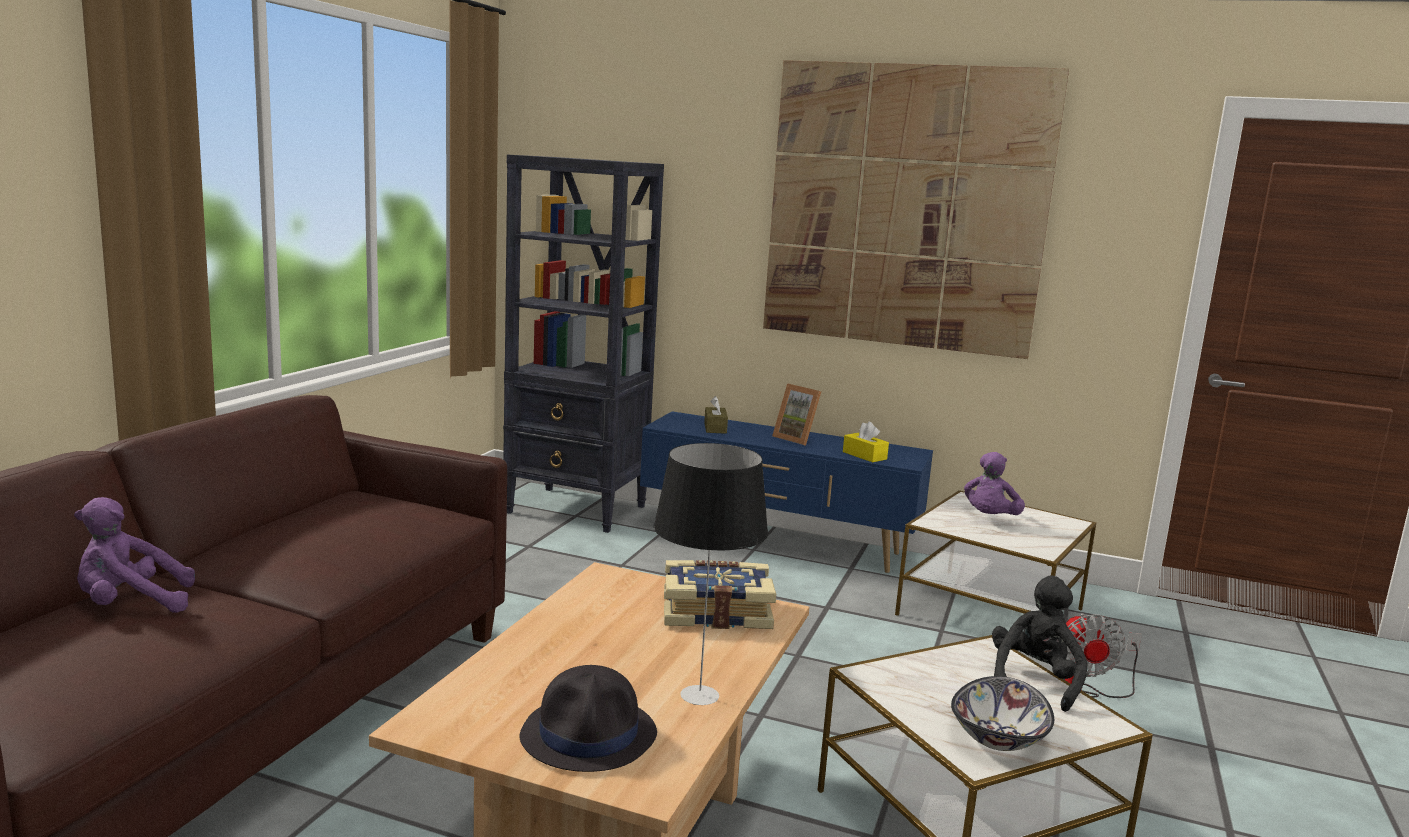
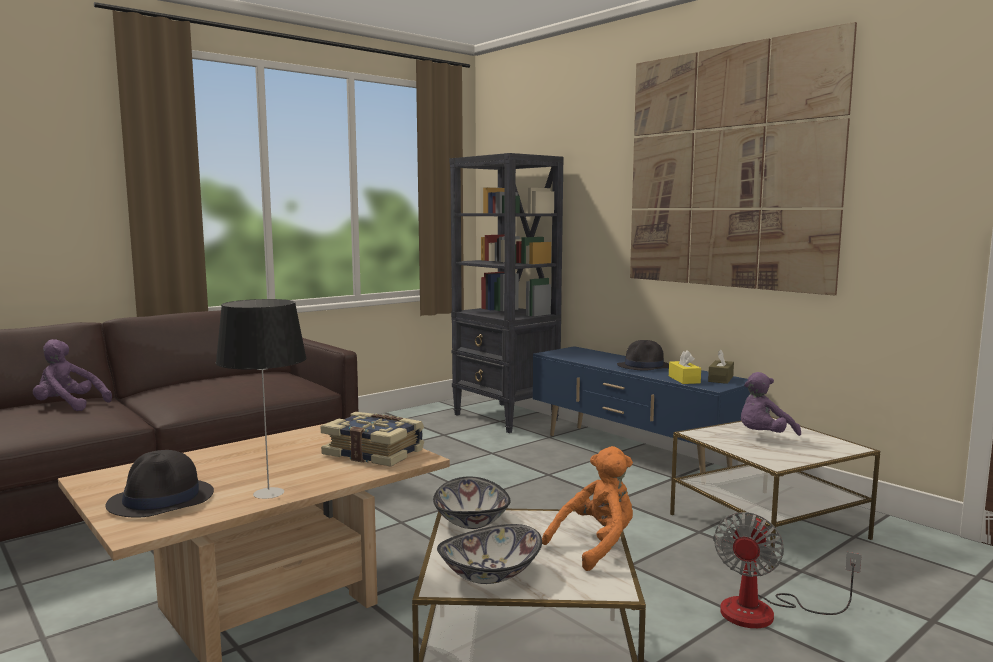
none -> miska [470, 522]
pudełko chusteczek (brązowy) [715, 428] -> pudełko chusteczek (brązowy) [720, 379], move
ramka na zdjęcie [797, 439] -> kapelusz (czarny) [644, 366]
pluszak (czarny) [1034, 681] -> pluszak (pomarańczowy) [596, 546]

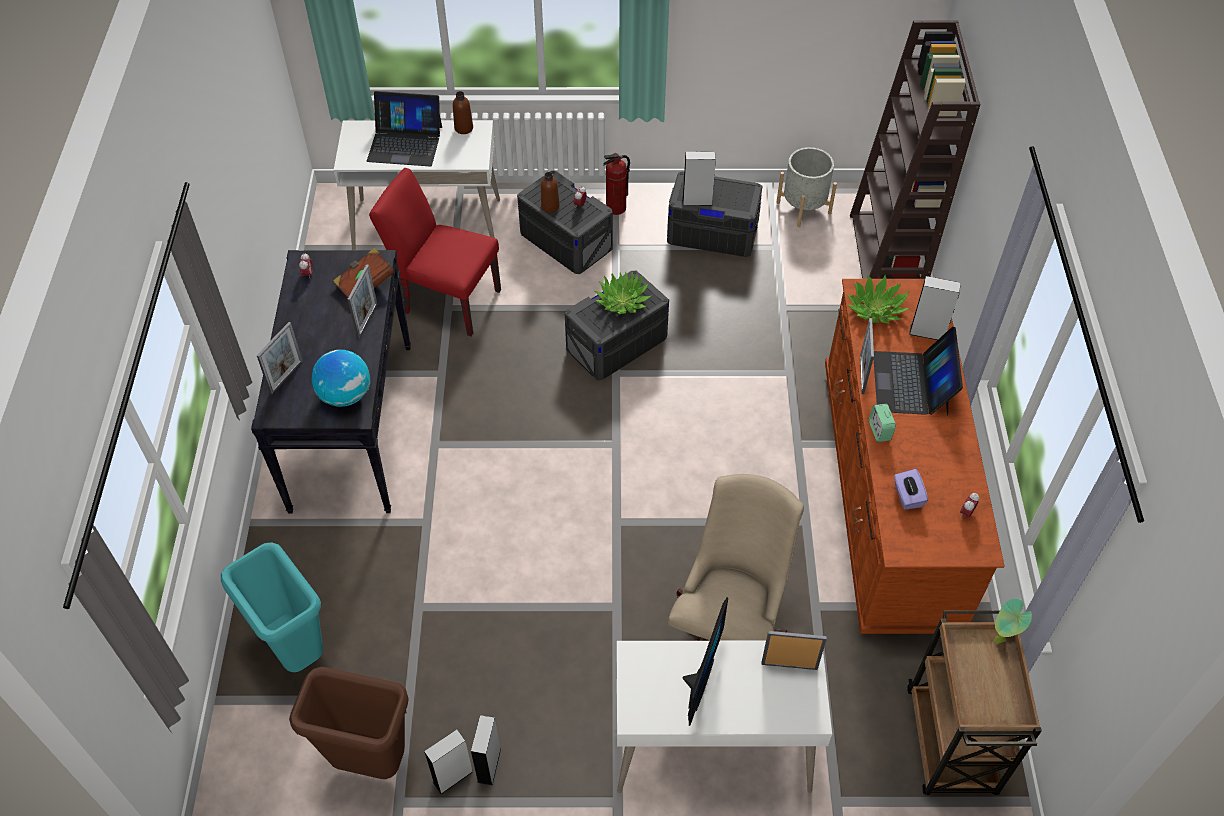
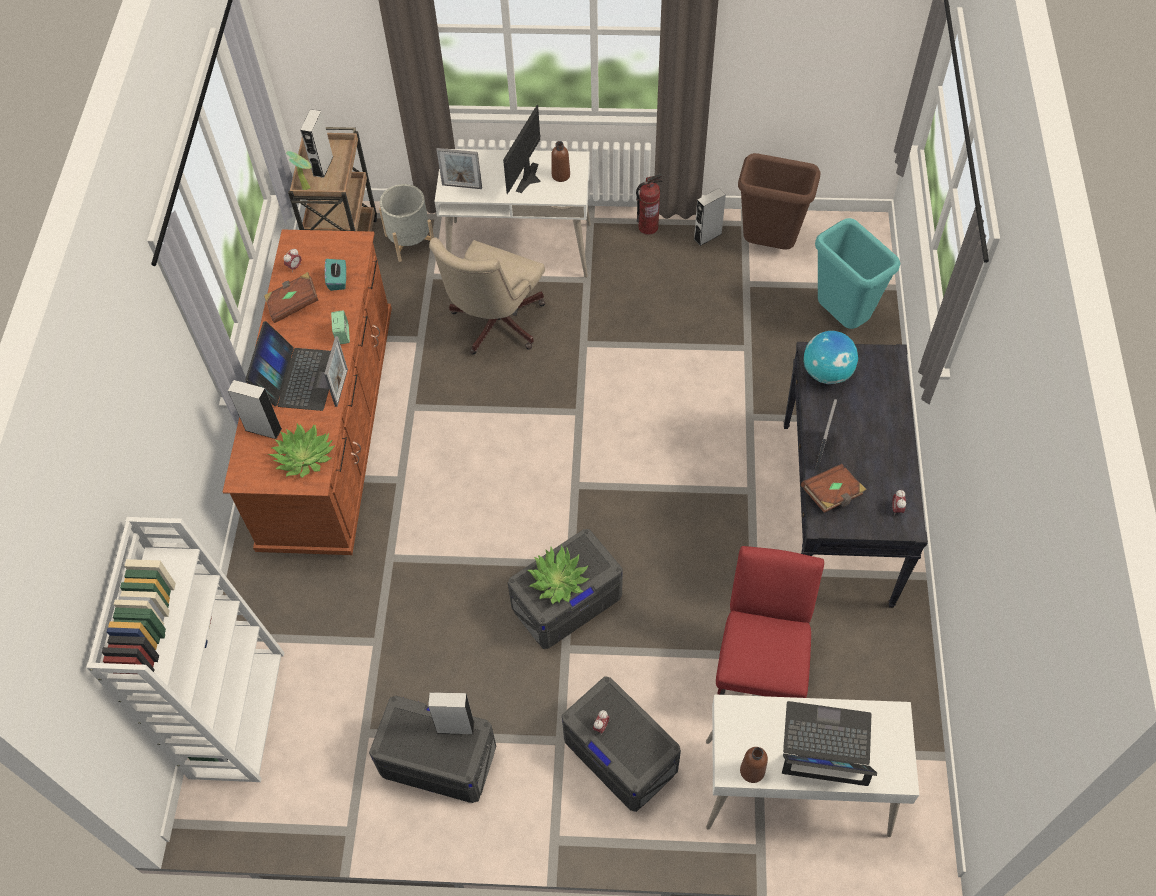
ramka na zdjęcie [286, 377] -> none
none -> książka (brązowy) [293, 304]
głośnik (szary) [489, 765] -> głośnik (szary) [323, 166], move
butelka (brązowy) [550, 206] -> butelka (brązowy) [561, 175], move
gaśnica [616, 208] -> gaśnica [648, 227], move
donica (szary) [803, 208] -> donica (szary) [410, 241], move
regał (brązowy) [887, 256] -> regał (biały) [236, 712]
pudełko chusteczek (fioletowy) [907, 496] -> pudełko chusteczek (turkusowy) [338, 280]
krzesło (czerwony) [445, 299] -> krzesło (czerwony) [760, 668], 105 degrees counterclockwise

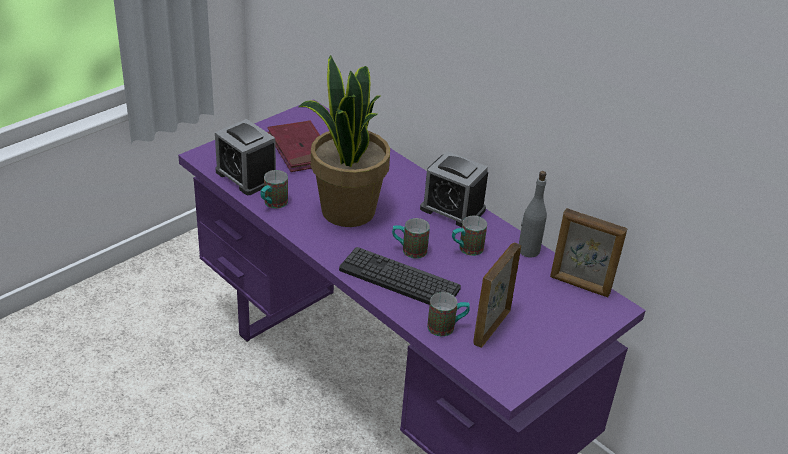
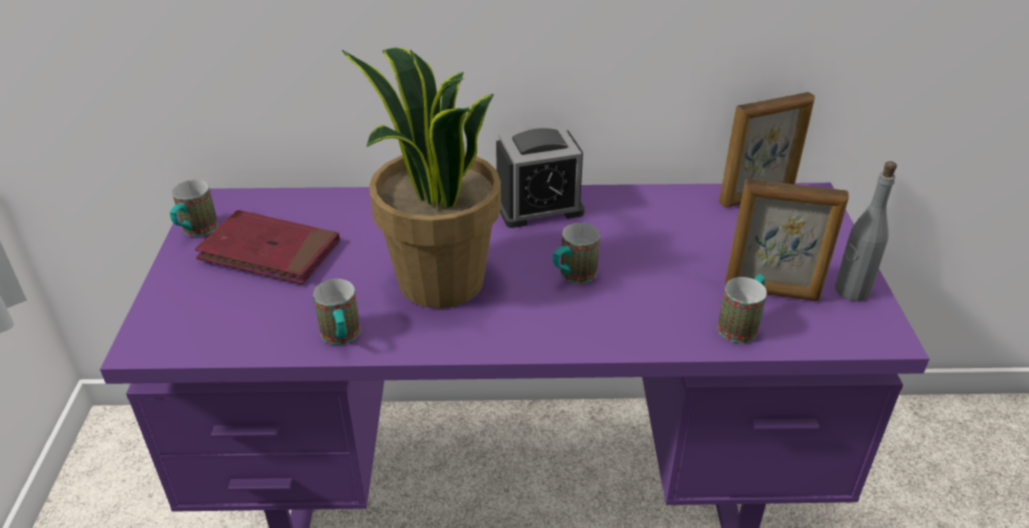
budzik [246, 176] -> none
klawiatura [399, 279] -> none
kubek [466, 249] -> kubek [195, 231], move
butelka (szary) [528, 250] -> butelka (szary) [851, 290], move
ramka na zdjęcie [491, 327] -> ramka na zdjęcie [771, 292], 60 degrees counterclockwise

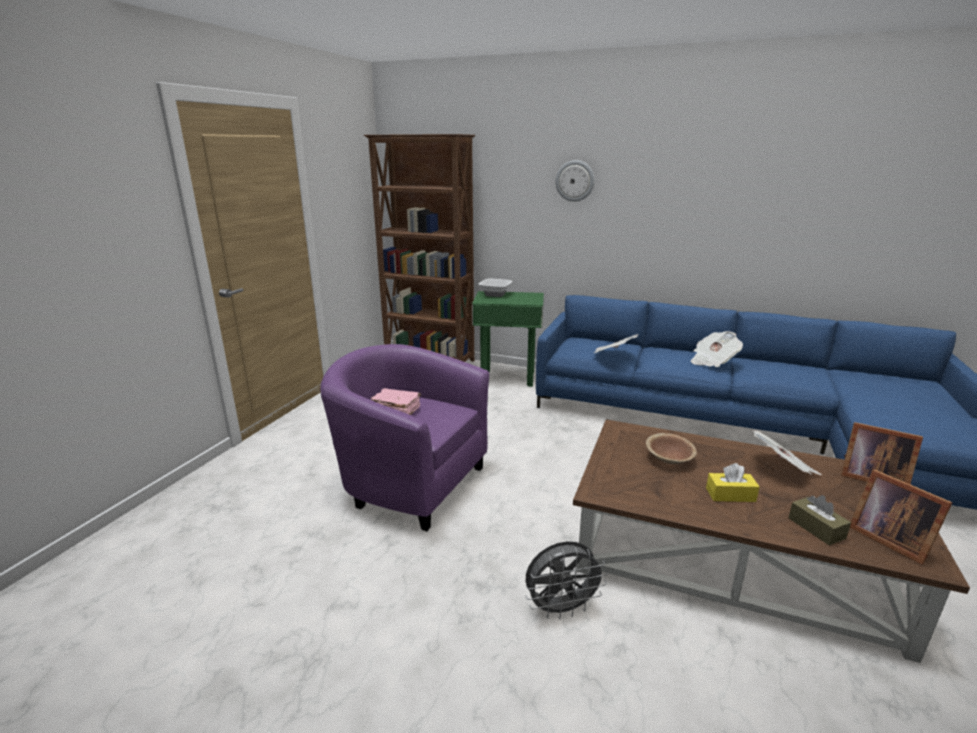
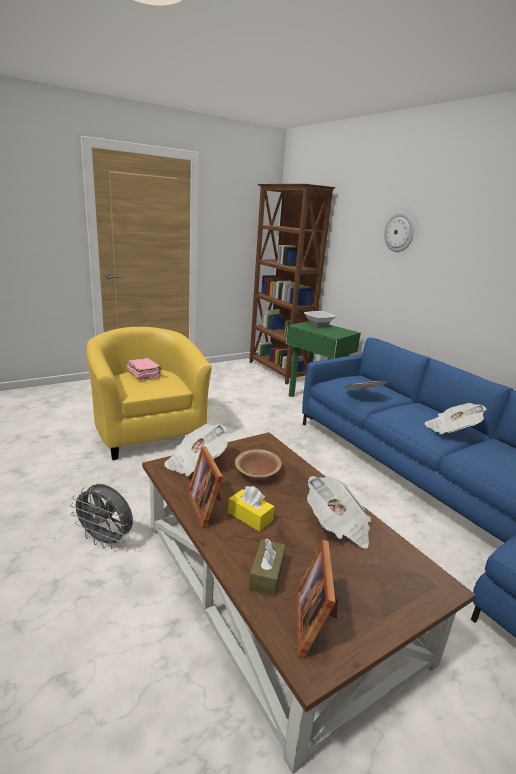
none -> gazeta [196, 463]
ramka na zdjęcie [869, 477] -> ramka na zdjęcie [207, 506], move
fotel (fioletowy) [410, 482] -> fotel (żółty) [147, 432]

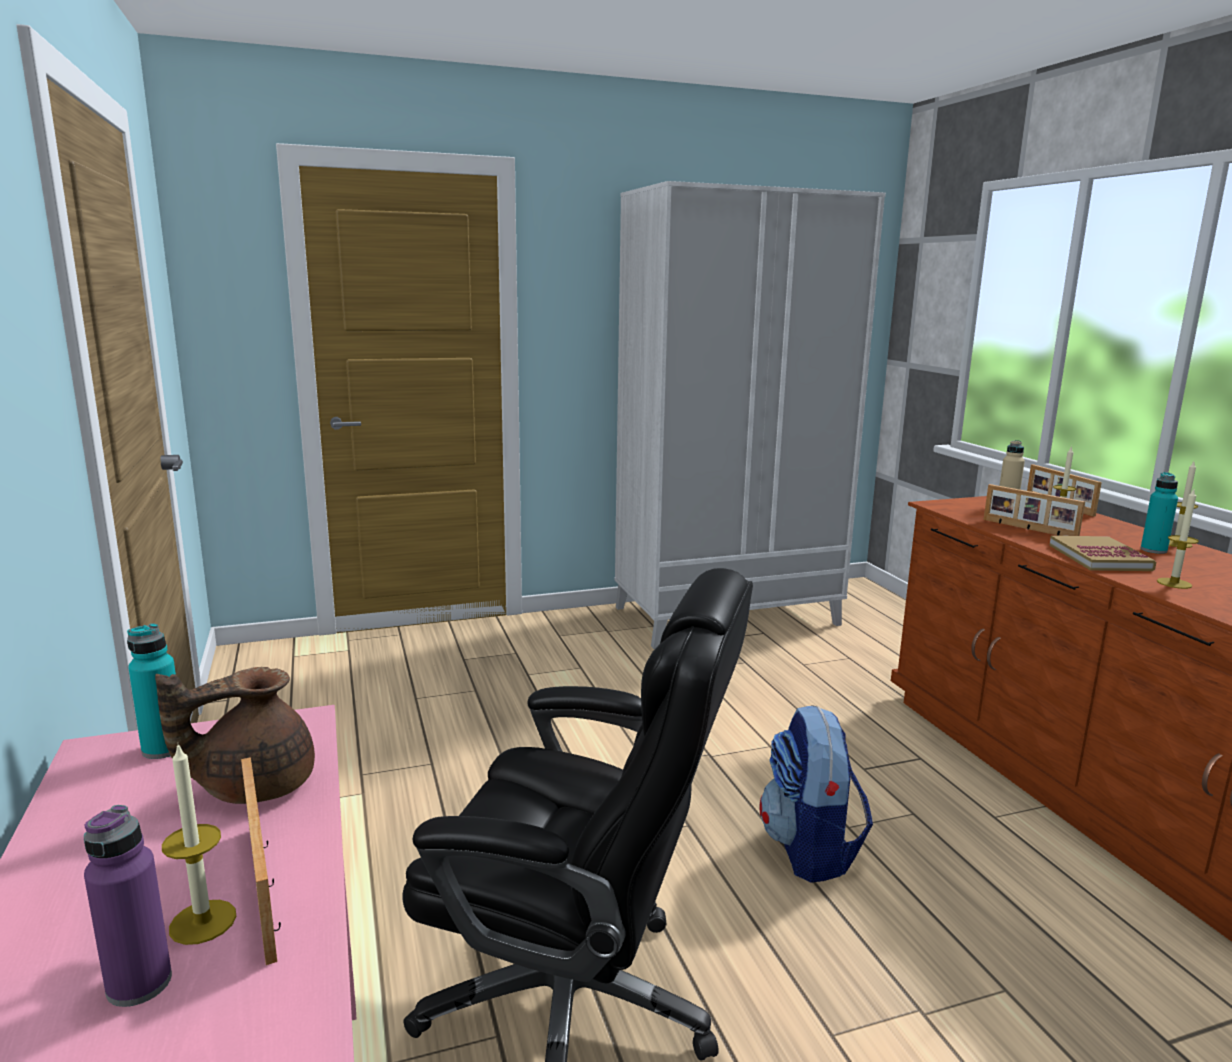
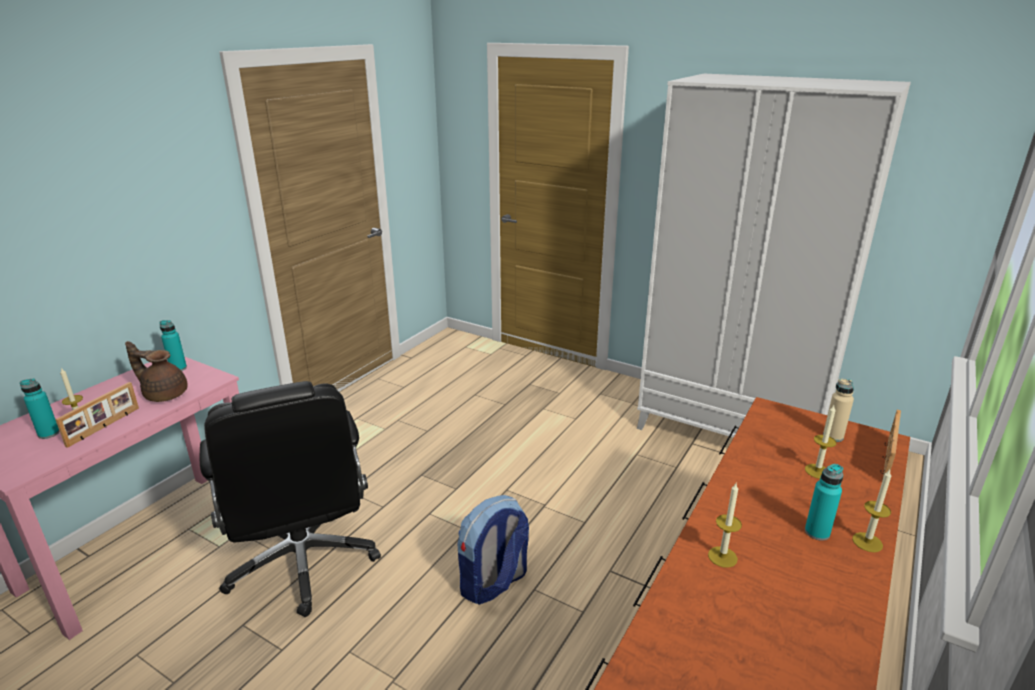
ramka na zdjęcie [1028, 529] -> none
książka [1099, 557] -> none
butelka (fioletowy) [139, 984] -> butelka (turkusowy) [49, 434]

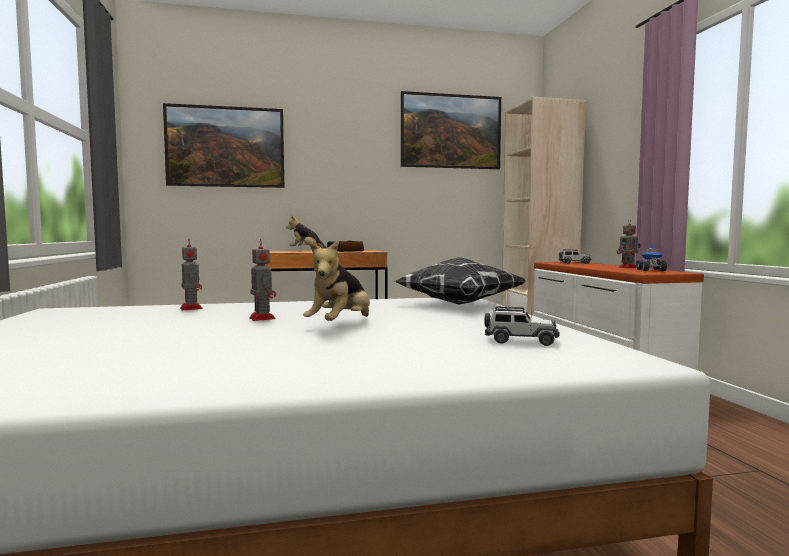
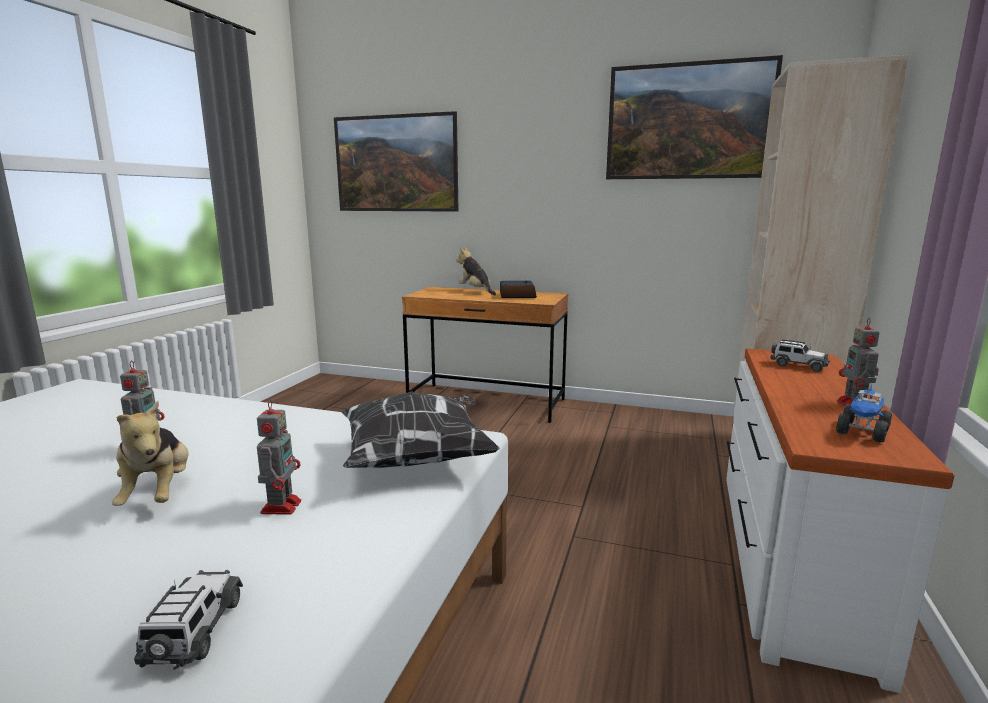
robot zabawkowy [191, 308] -> robot zabawkowy [282, 506], move
pluszak [340, 325] -> pluszak [158, 493], 75 degrees counterclockwise
samochodzik [521, 341] -> samochodzik [193, 632], 135 degrees counterclockwise

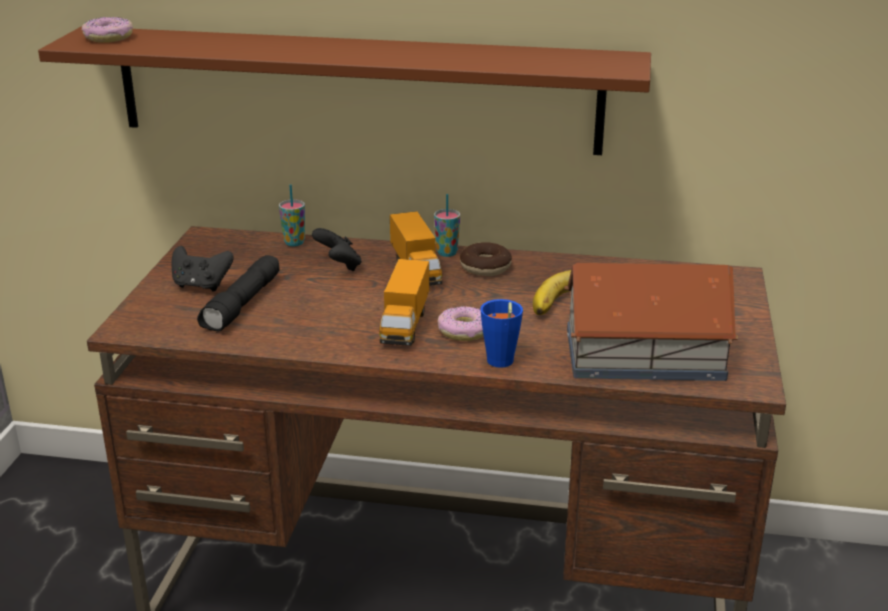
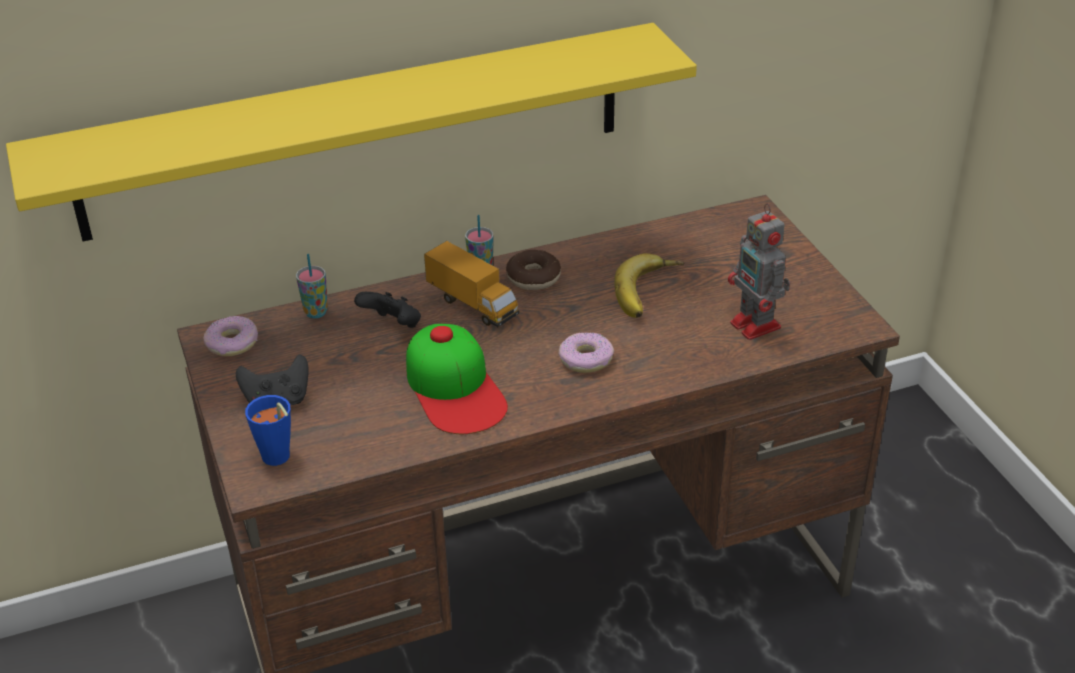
latarka (czarny) [243, 305] -> none
ciężarówka zabawkowa [405, 324] -> none
none -> czapka z daszkiem [455, 388]
donut [109, 38] -> donut [232, 343], move
filiżanka (niebieski) [500, 364] -> filiżanka (niebieski) [278, 460], move
domek [645, 354] -> robot zabawkowy [757, 326]
półka (brązowy) [356, 90] -> półka (żółty) [355, 131]

